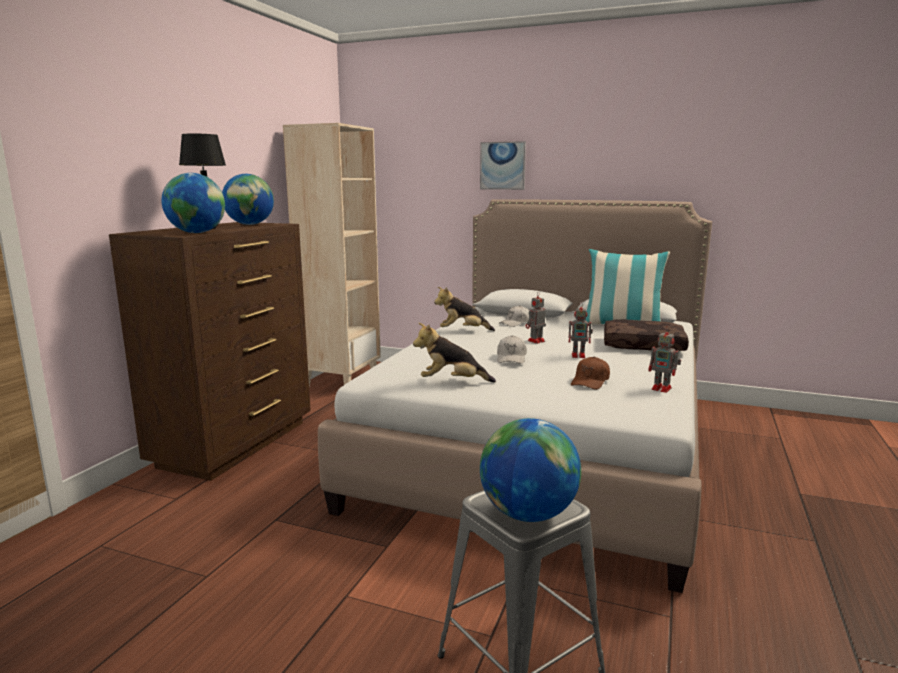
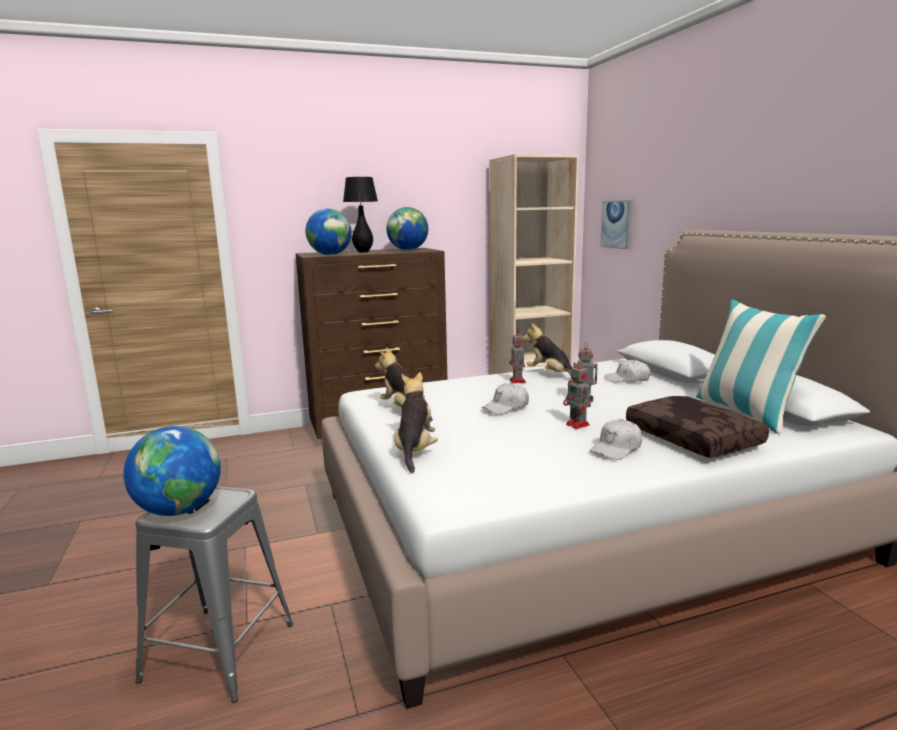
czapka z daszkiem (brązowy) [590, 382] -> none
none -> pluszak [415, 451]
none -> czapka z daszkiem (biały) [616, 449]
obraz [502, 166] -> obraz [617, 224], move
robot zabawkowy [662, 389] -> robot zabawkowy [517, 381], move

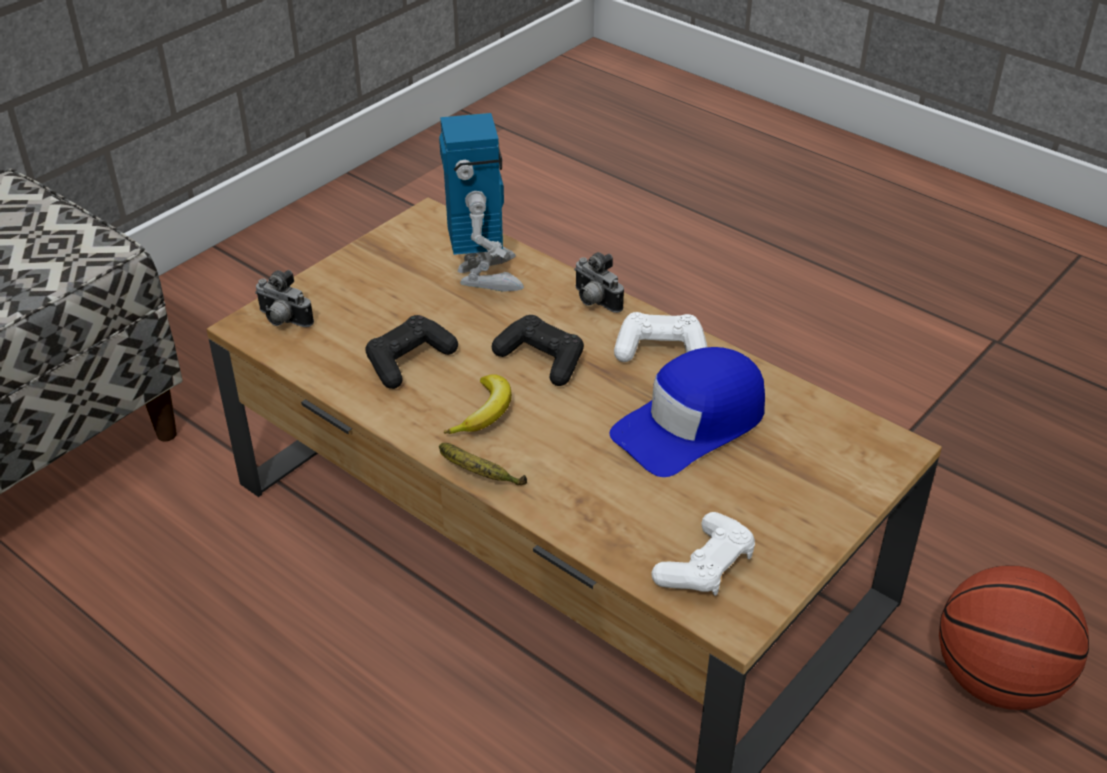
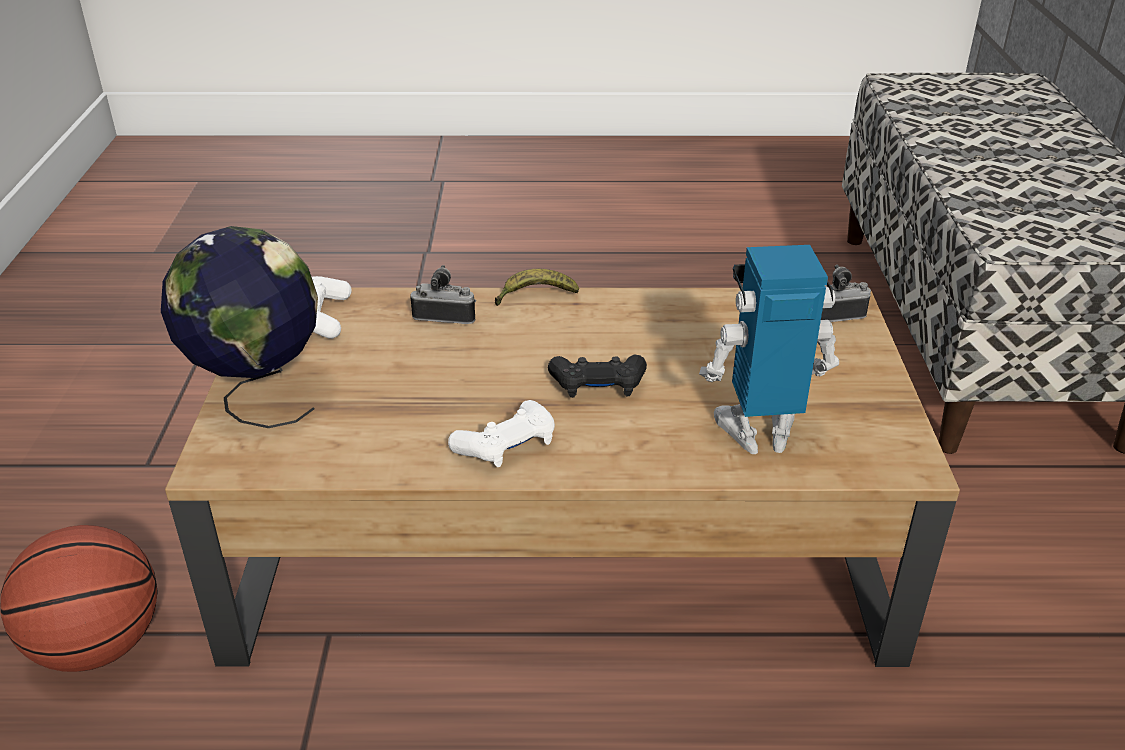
pad do gier (czarny) [409, 361] -> none
banan [485, 412] -> none
czapka z daszkiem (niebieski) [691, 424] -> none
none -> globus [259, 396]
aparat fotograficzny [594, 302] -> aparat fotograficzny [445, 316], move
robot zabawkowy [484, 274] -> robot zabawkowy [759, 433], 135 degrees clockwise

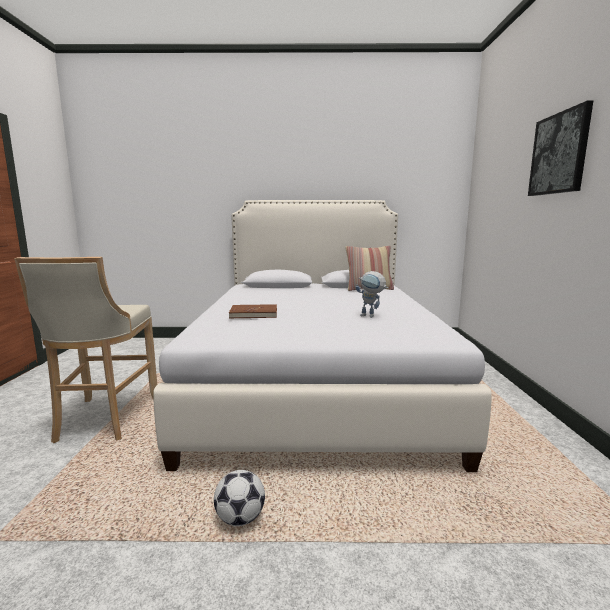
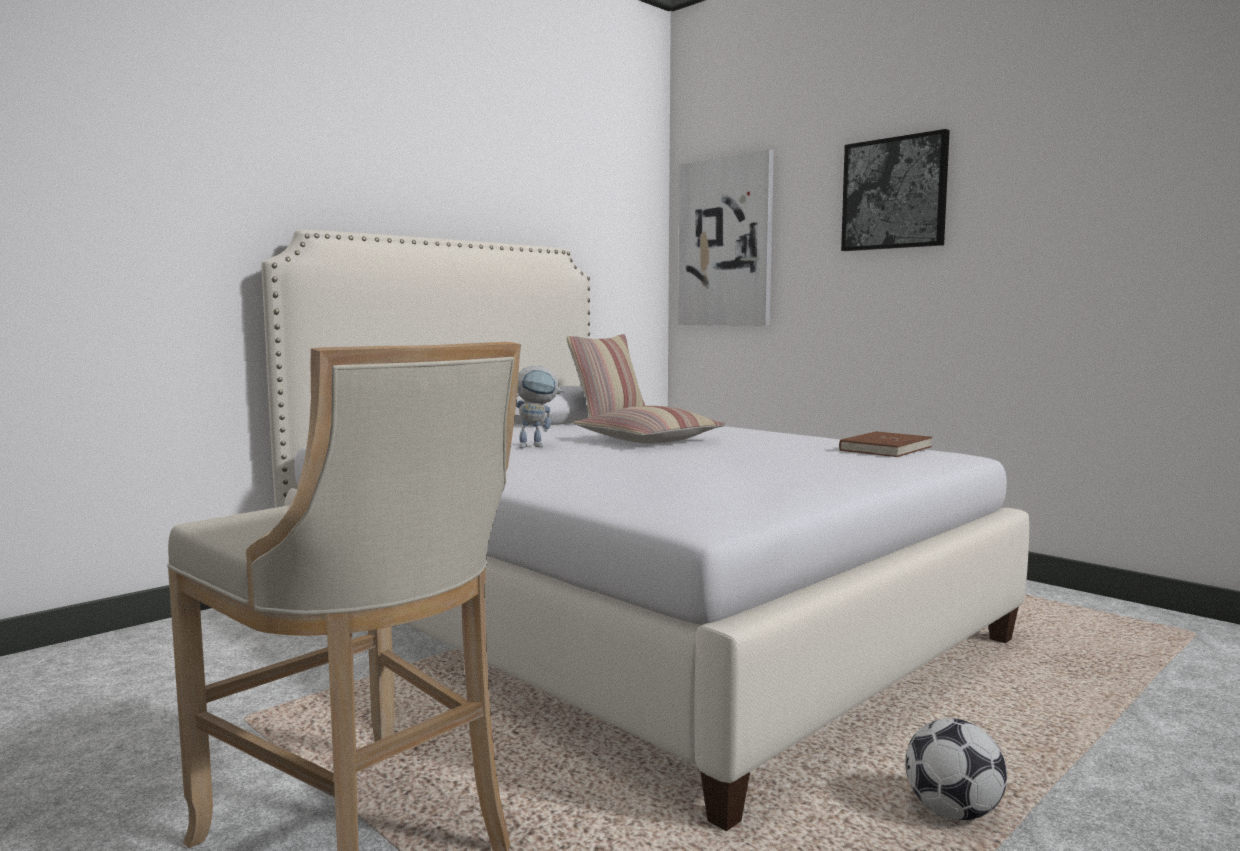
none -> poduszka [648, 440]
none -> obraz [725, 242]
książka (brązowy) [254, 314] -> książka (brązowy) [885, 449], move
robot zabawkowy [371, 316] -> robot zabawkowy [537, 446], move

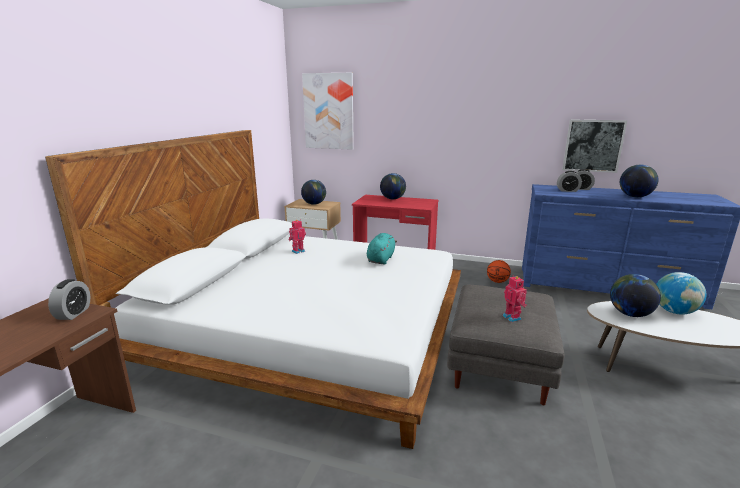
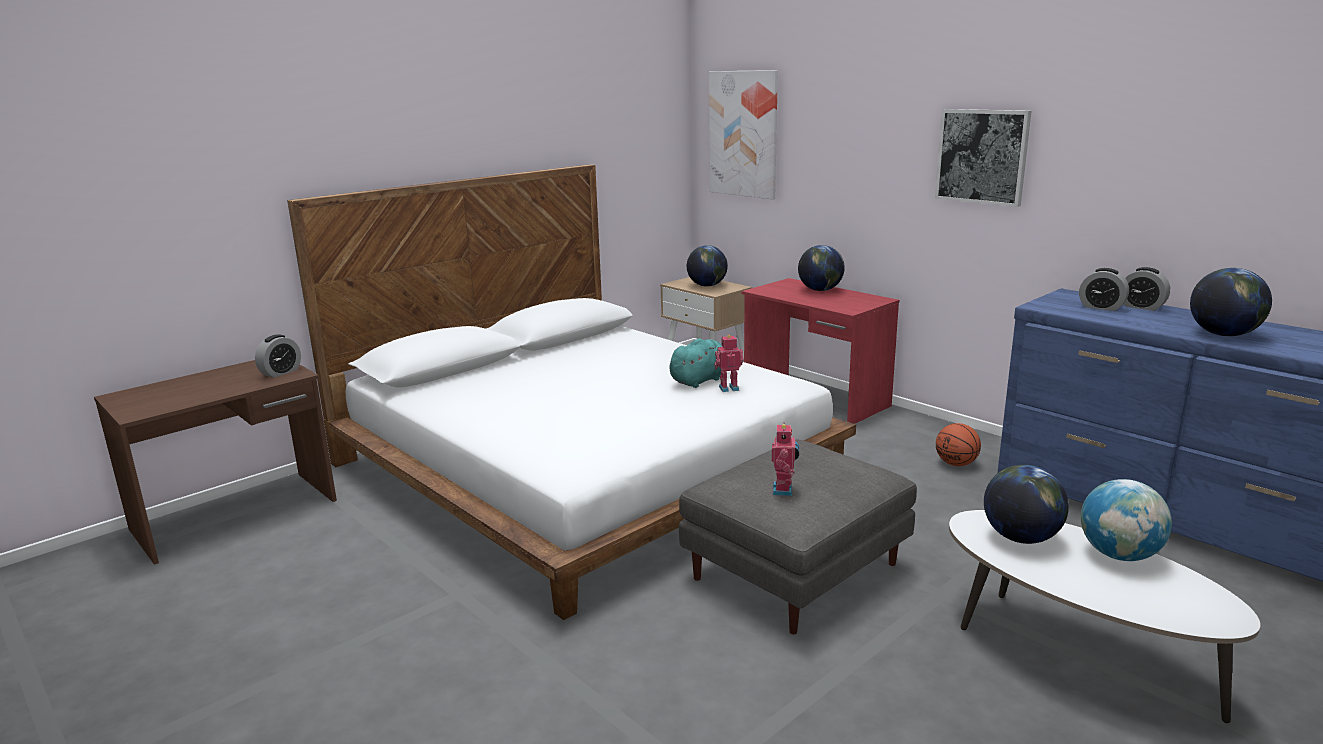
robot zabawkowy [298, 251] -> robot zabawkowy [728, 388], move
obraz [593, 145] -> obraz [982, 156], move

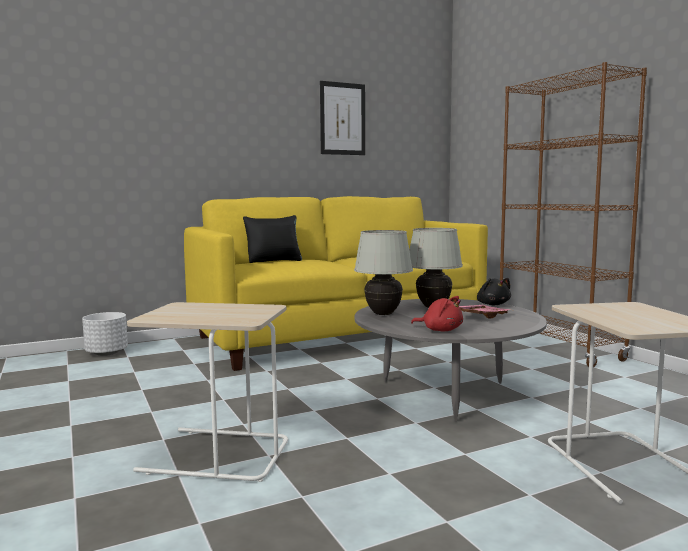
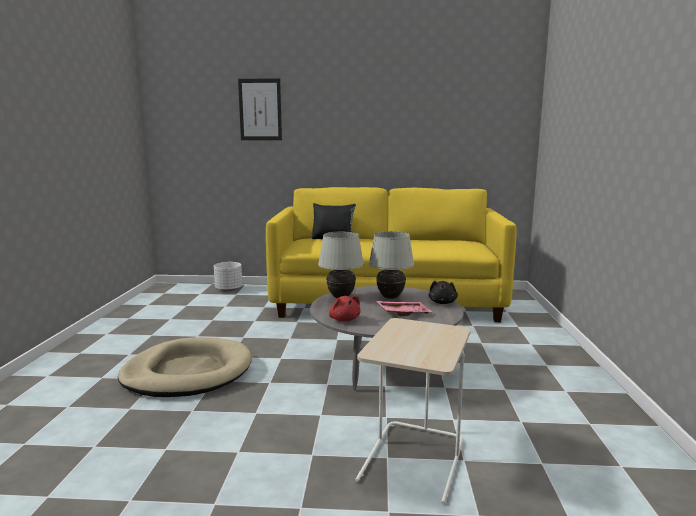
regał (brązowy) [558, 349] -> none
obraz [342, 119] -> obraz [260, 109], move
stolik (beżowy) [214, 455] -> legowisko (beżowy) [188, 372]

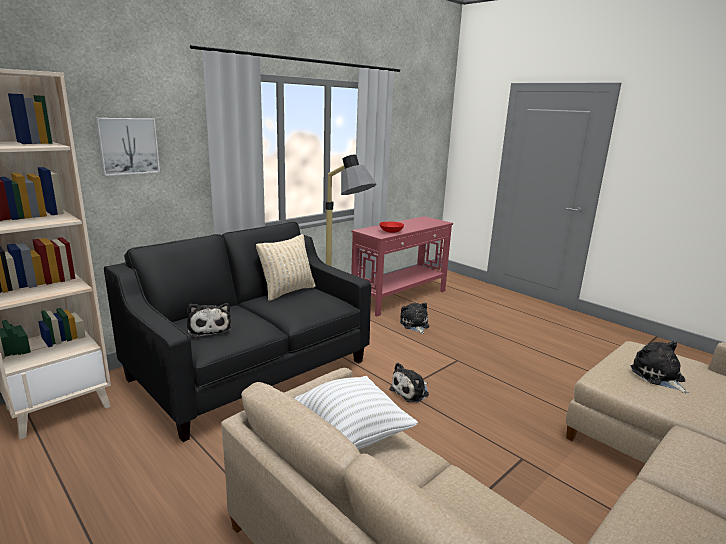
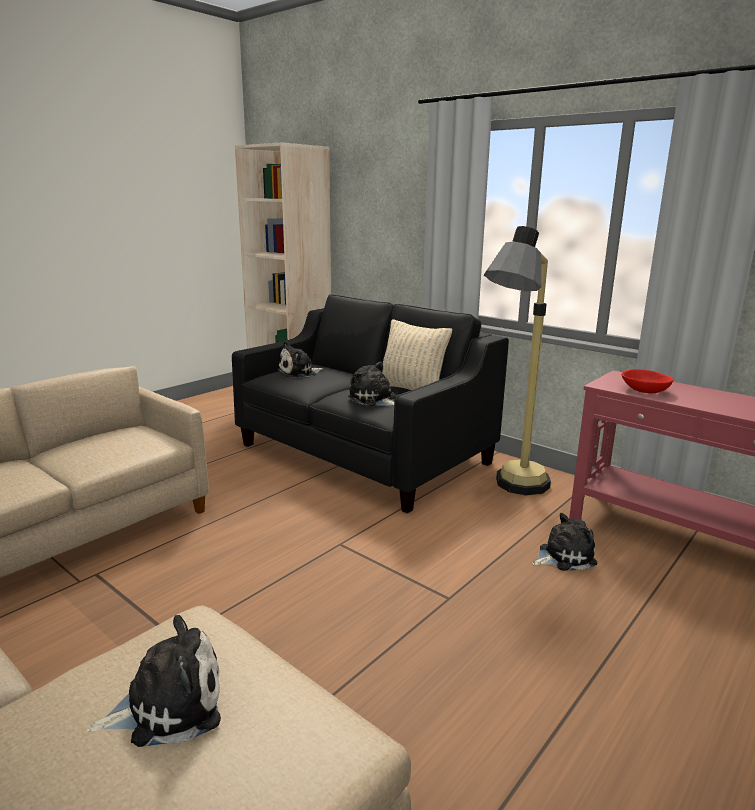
obraz [127, 146] -> none
poduszka (biały) [351, 434] -> none
pluszak [411, 392] -> pluszak [374, 399], move

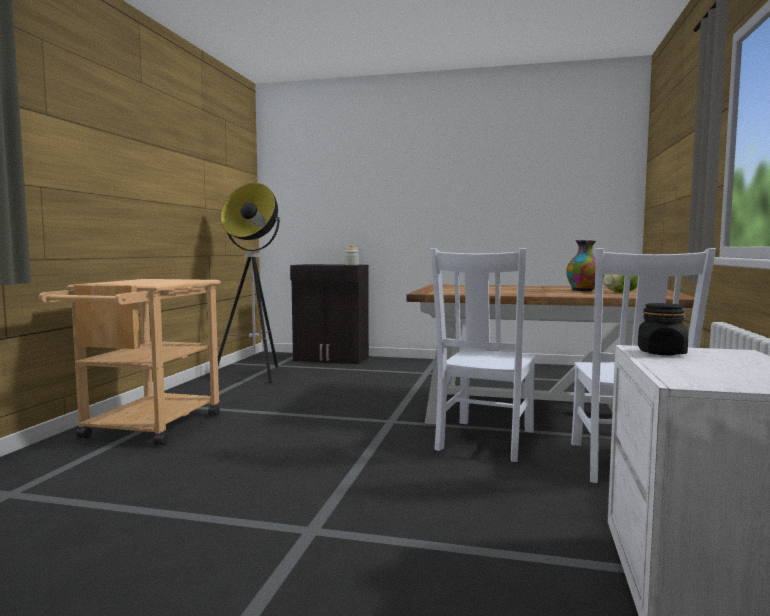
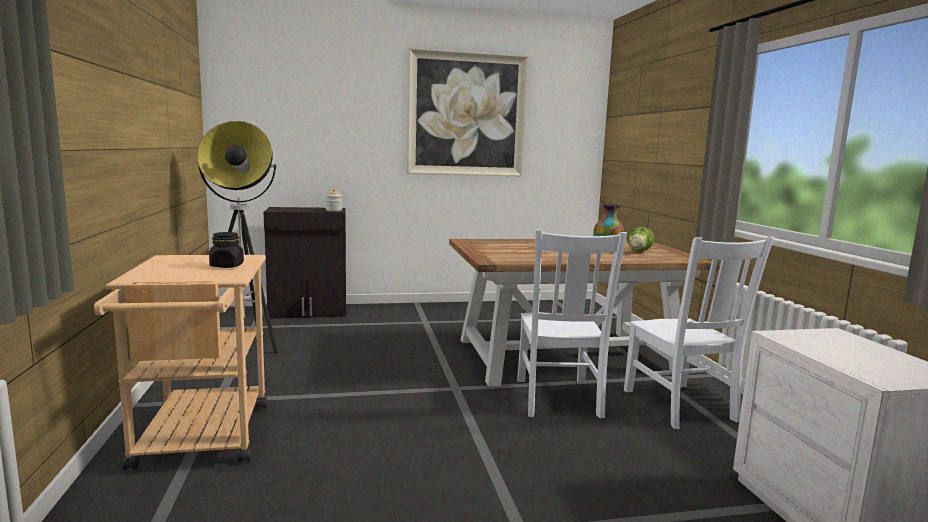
none -> obraz [466, 115]
słoik (czarny) [661, 353] -> słoik (czarny) [227, 266], move

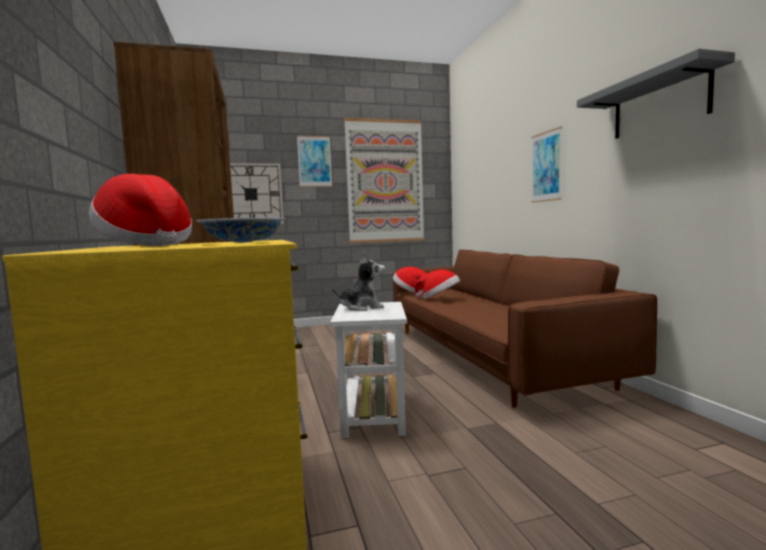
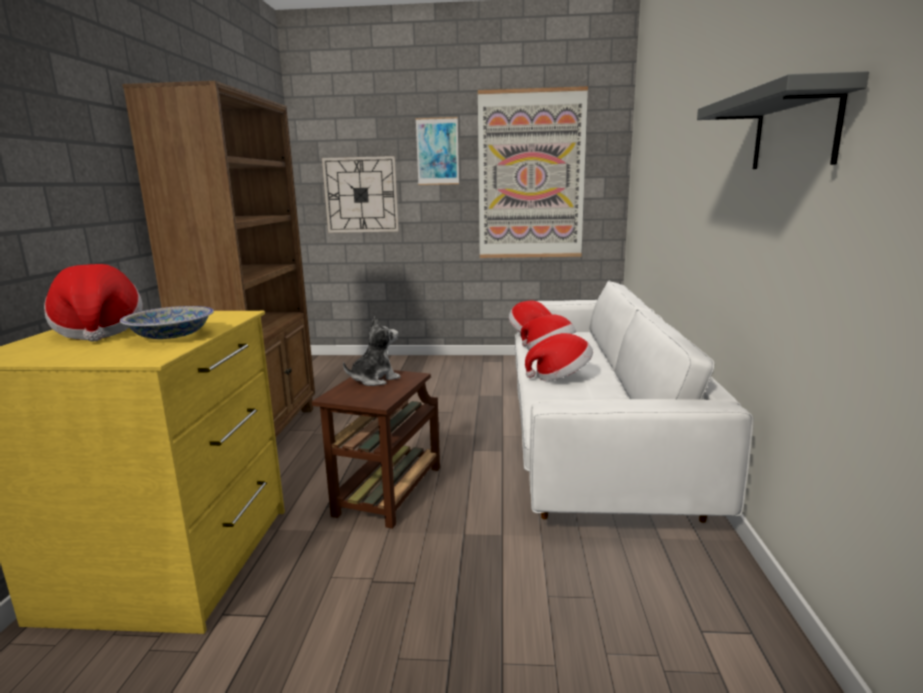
obraz [546, 166] -> none
none -> kapelusz [560, 376]
stolik (biały) [373, 414] -> stolik (brązowy) [387, 493]
kanapa (brązowy) [487, 355] -> kanapa (biały) [591, 434]
pluszak [361, 307] -> pluszak [374, 379], 45 degrees counterclockwise

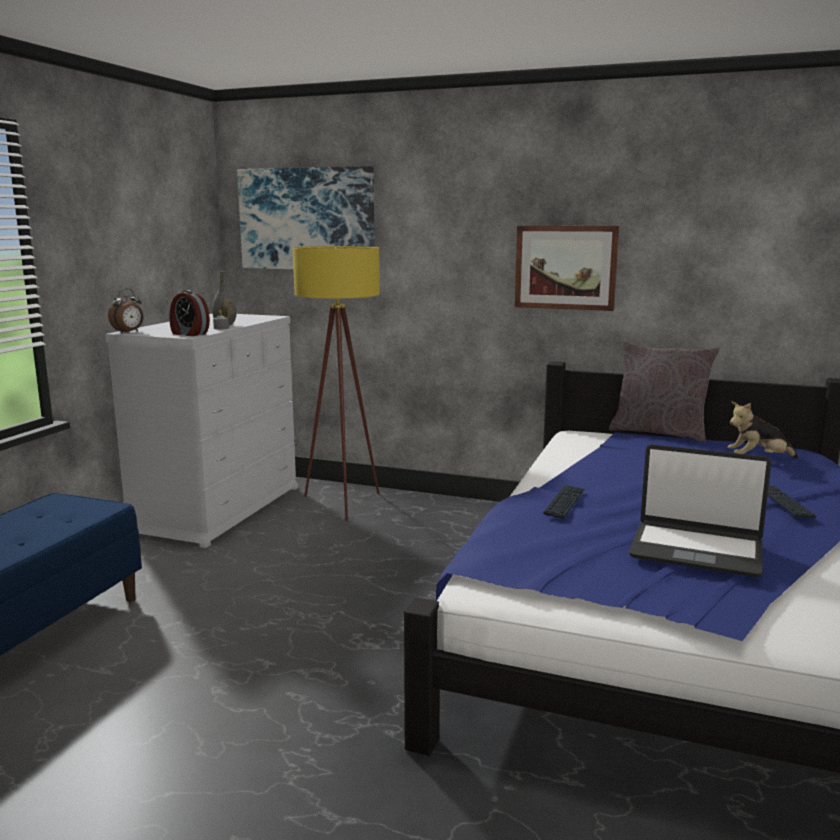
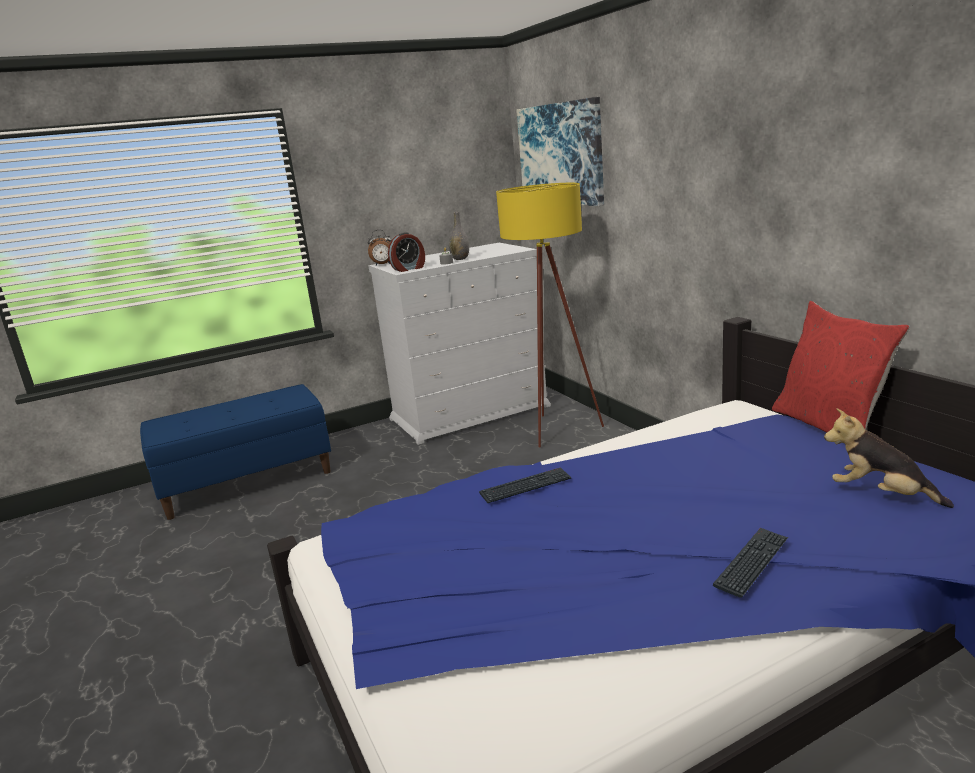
obraz [565, 267] -> none
laptop [696, 550] -> none
poduszka (szary) [659, 432] -> poduszka (czerwony) [829, 426]
budzik [189, 334] -> budzik [409, 269], 105 degrees counterclockwise

